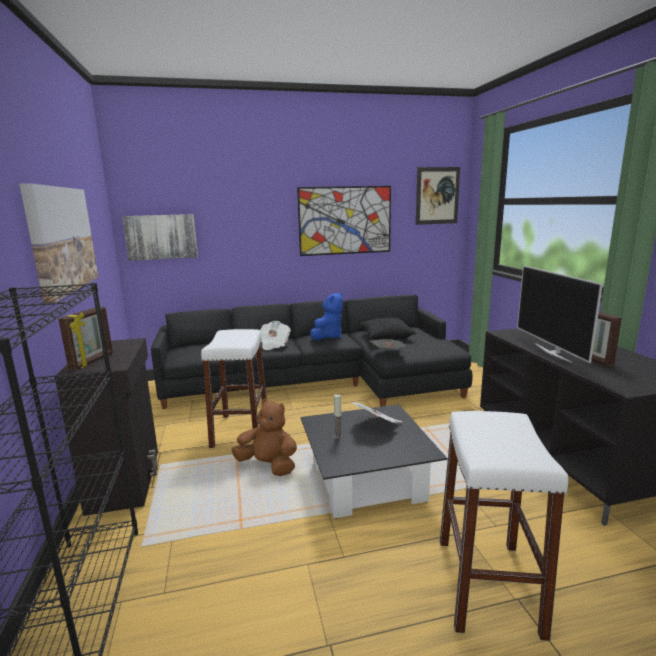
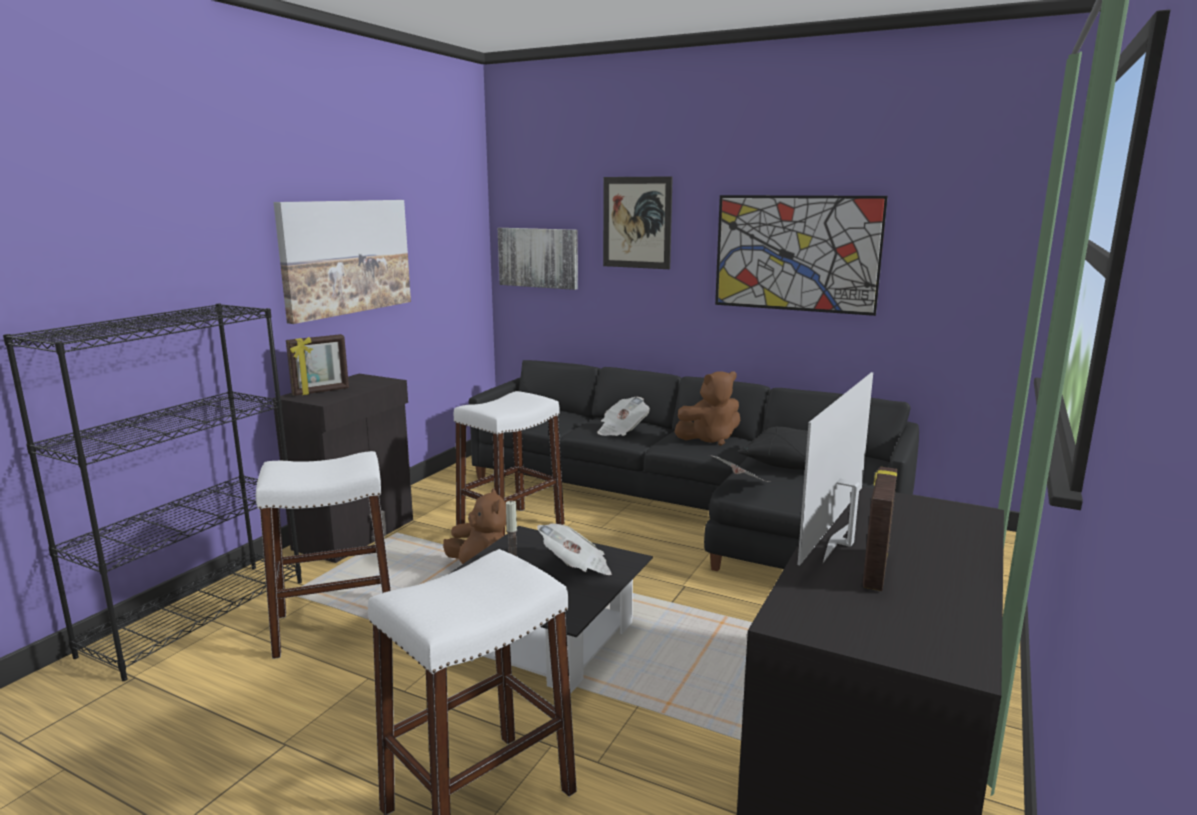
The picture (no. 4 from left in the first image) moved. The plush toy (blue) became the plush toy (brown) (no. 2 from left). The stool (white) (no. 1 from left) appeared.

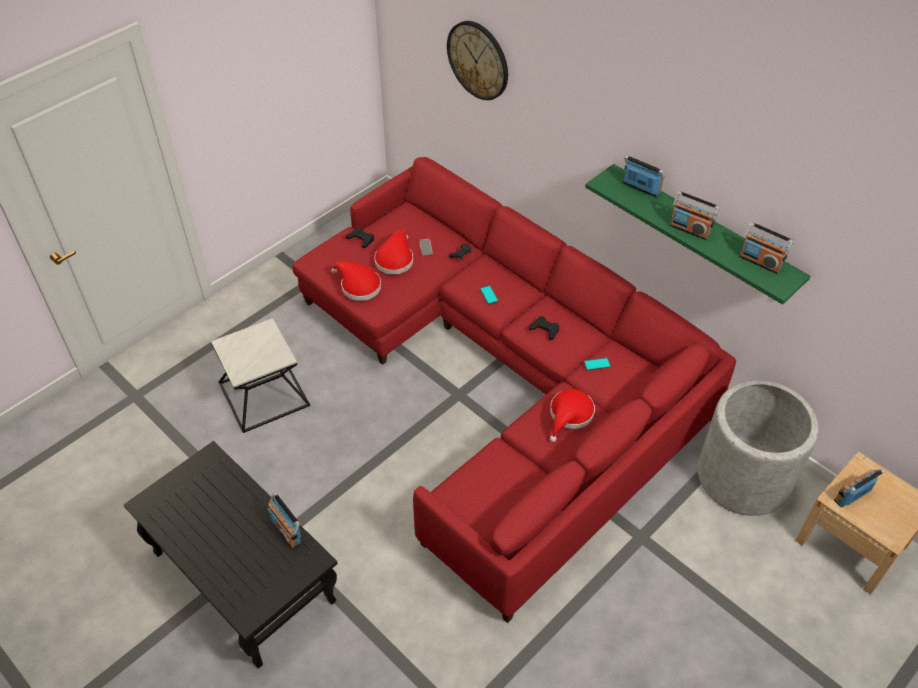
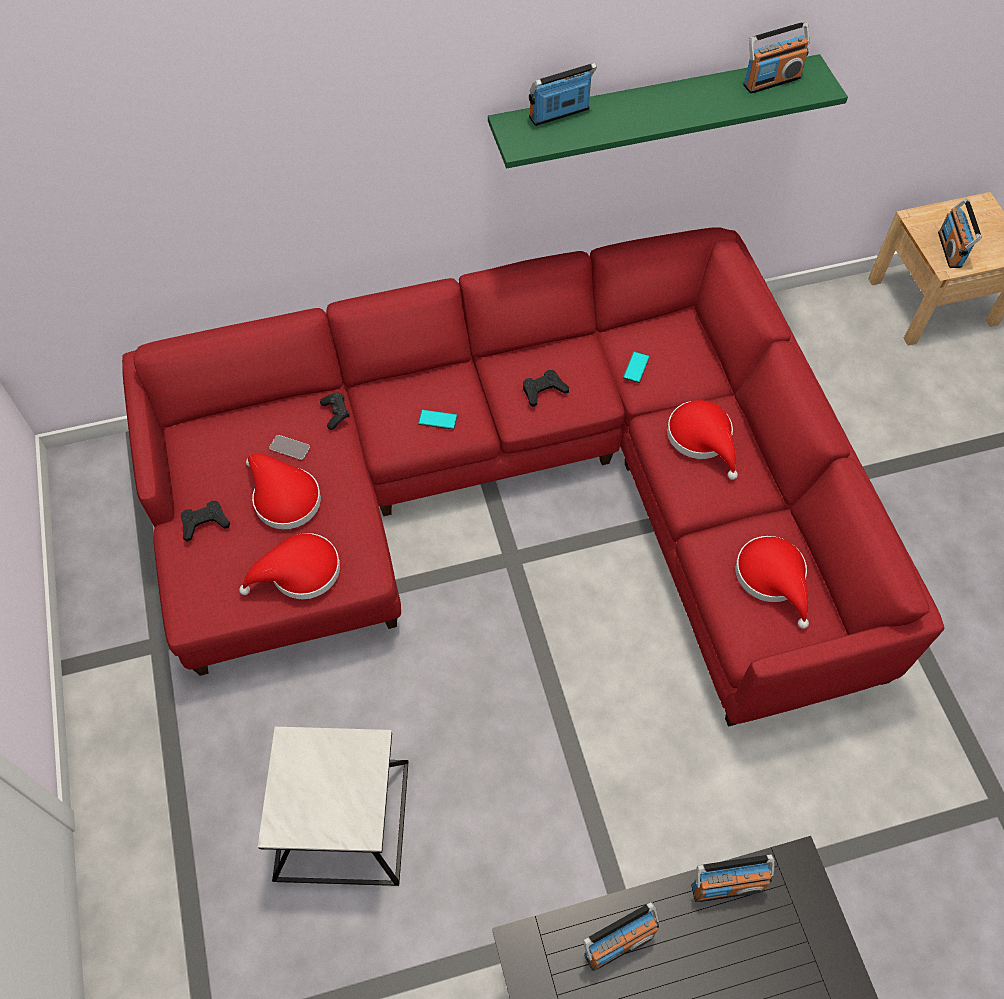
The wall clock disappeared. The radio (no. 3 from left in the first image) moved. The planter (grey) disappeared. The hat (red) (no. 4 from left) appeared.

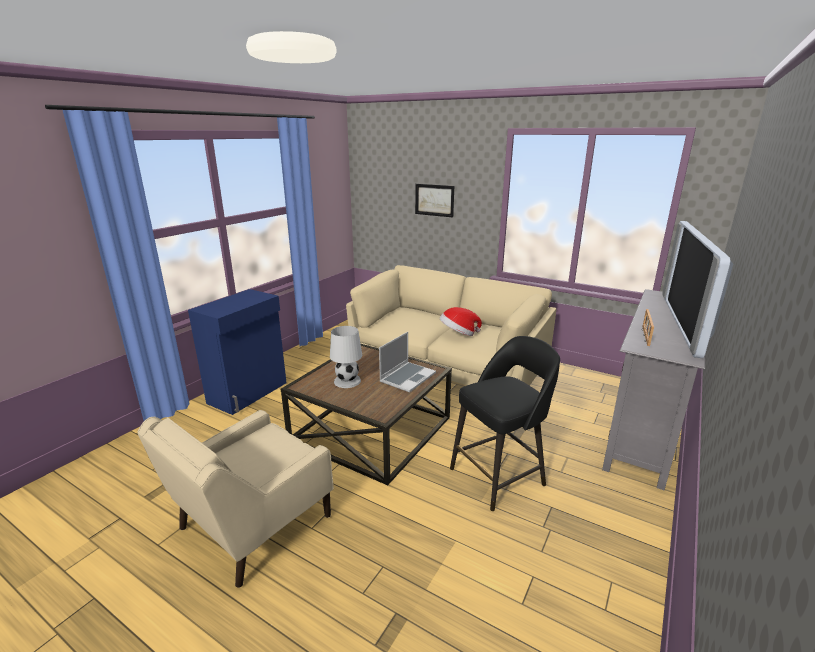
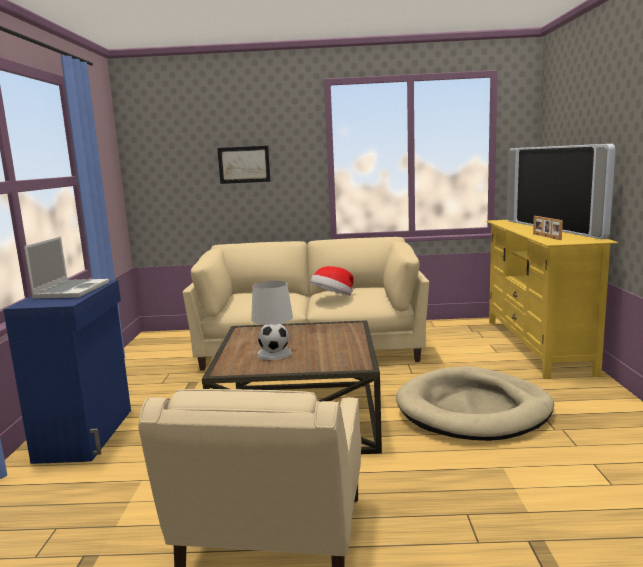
The tv stand (grey) became the tv stand (yellow). The laptop moved. The stool (black) was replaced by the dog bed (beige).

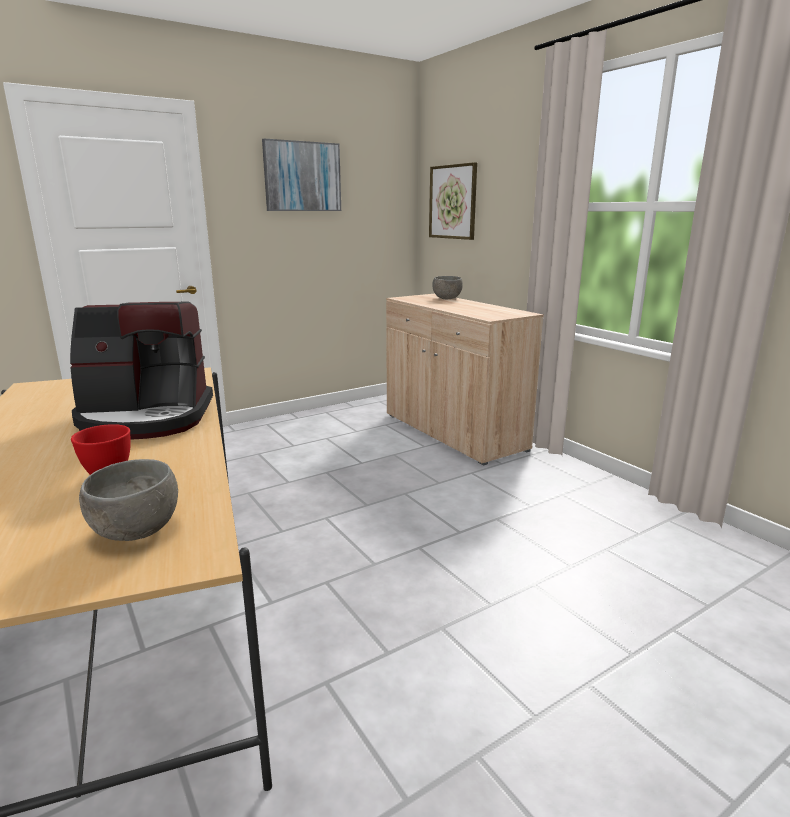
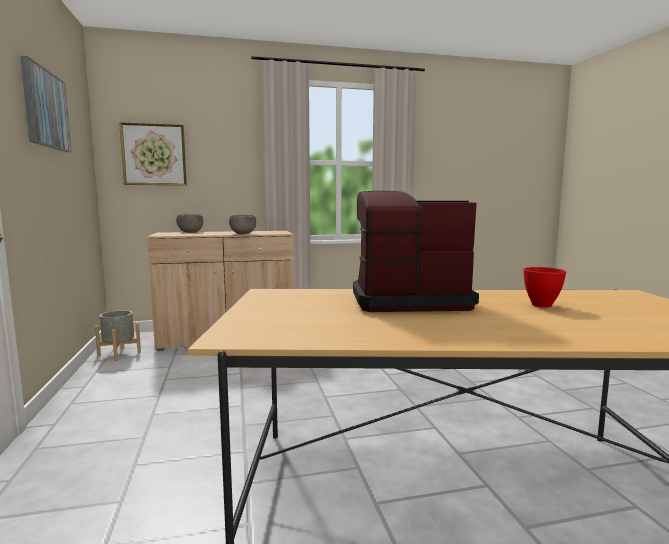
The coffee machine turned 105 degrees counterclockwise. The bowl (grey) (no. 1 from left in the first image) moved. The planter (grey) appeared.

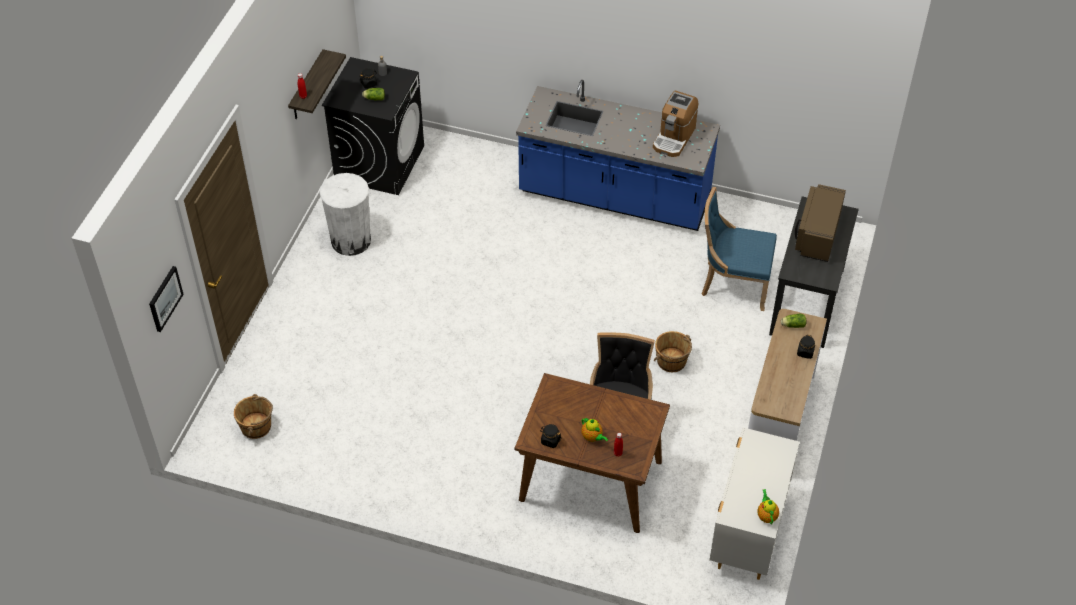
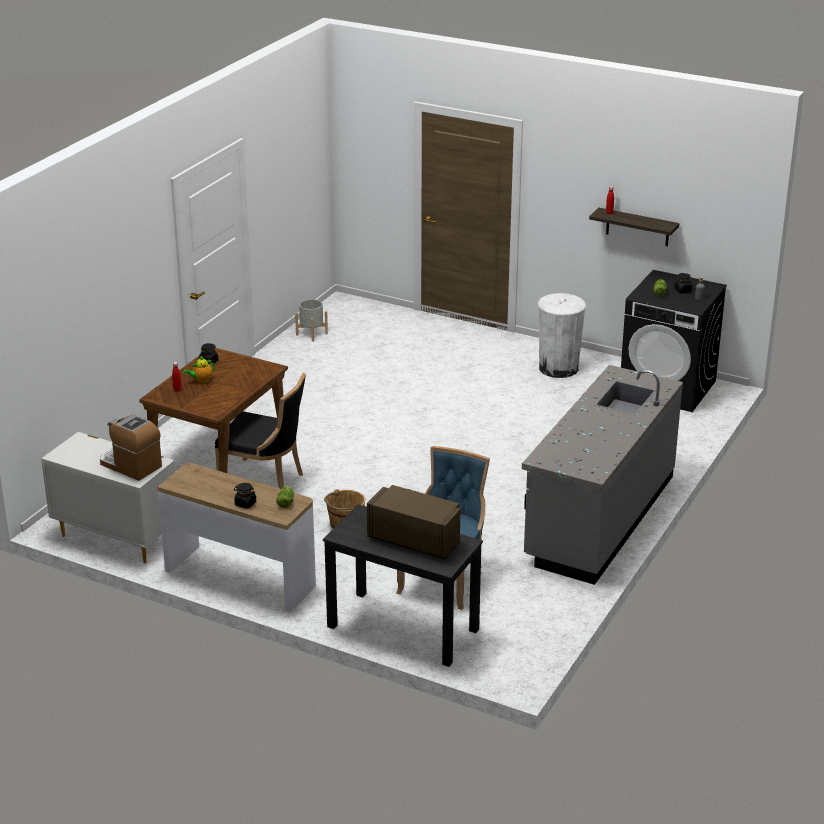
The counter (blue) became the counter (grey). The coffee machine moved. The picture disappeared. The bucket (brown) (no. 1 from left) disappeared. The teapot (no. 2 from left) disappeared. The planter (grey) appeared.

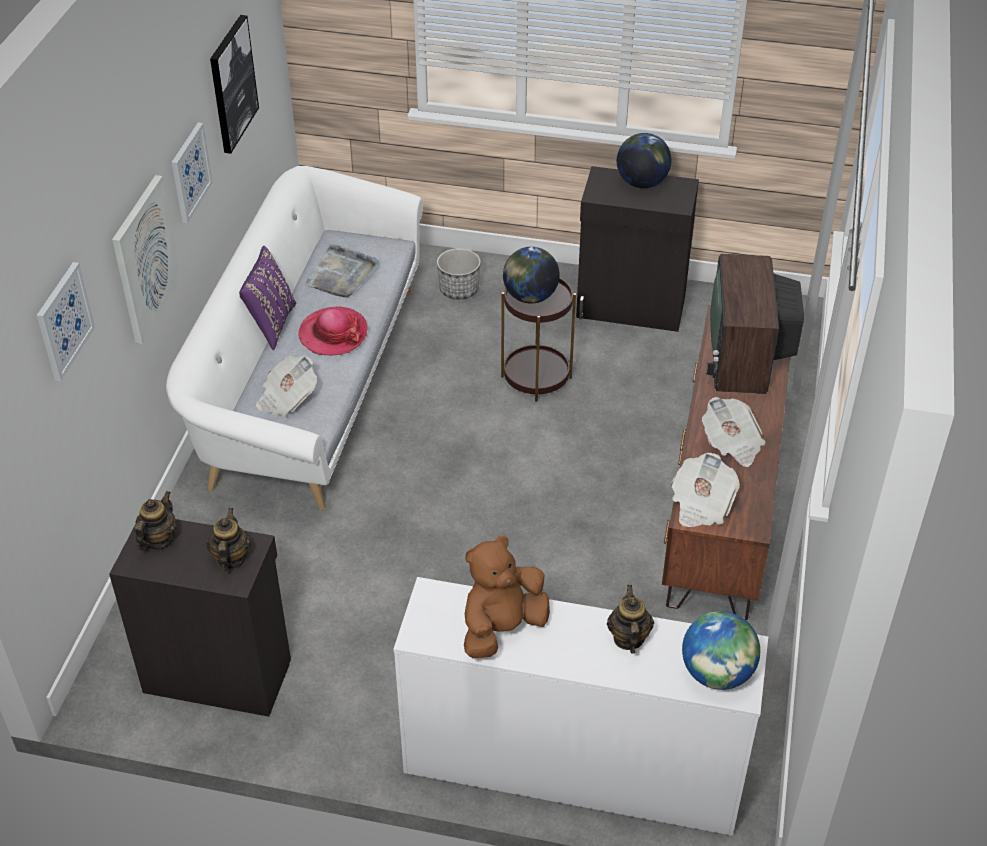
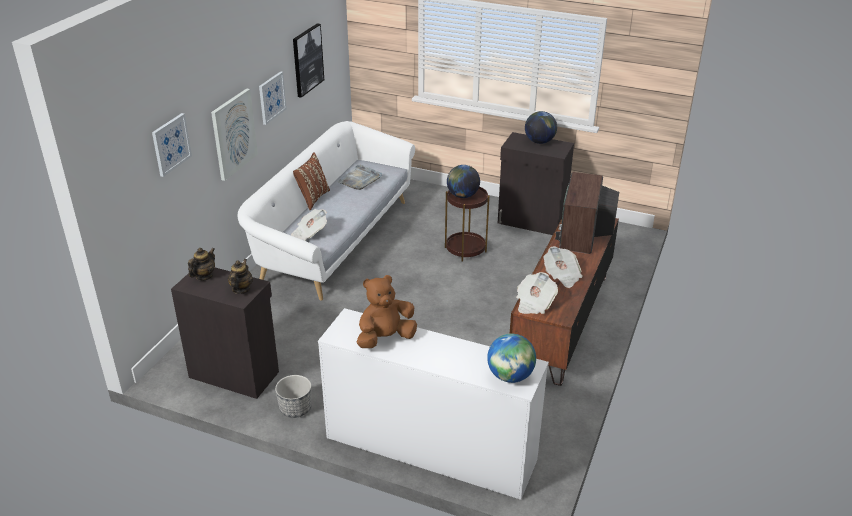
The pillow (purple) became the pillow (brown). The planter moved. The hat disappeared. The teapot (no. 3 from left) disappeared.

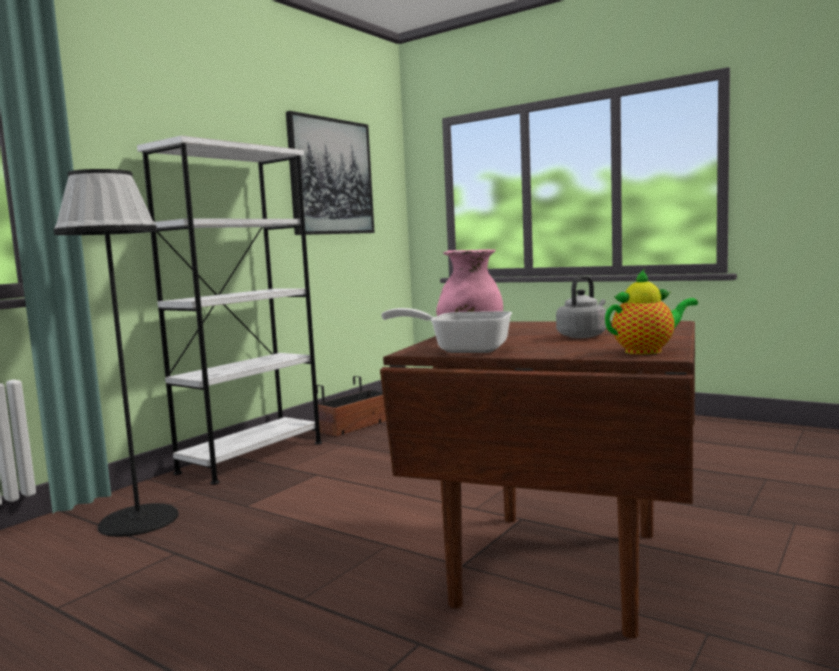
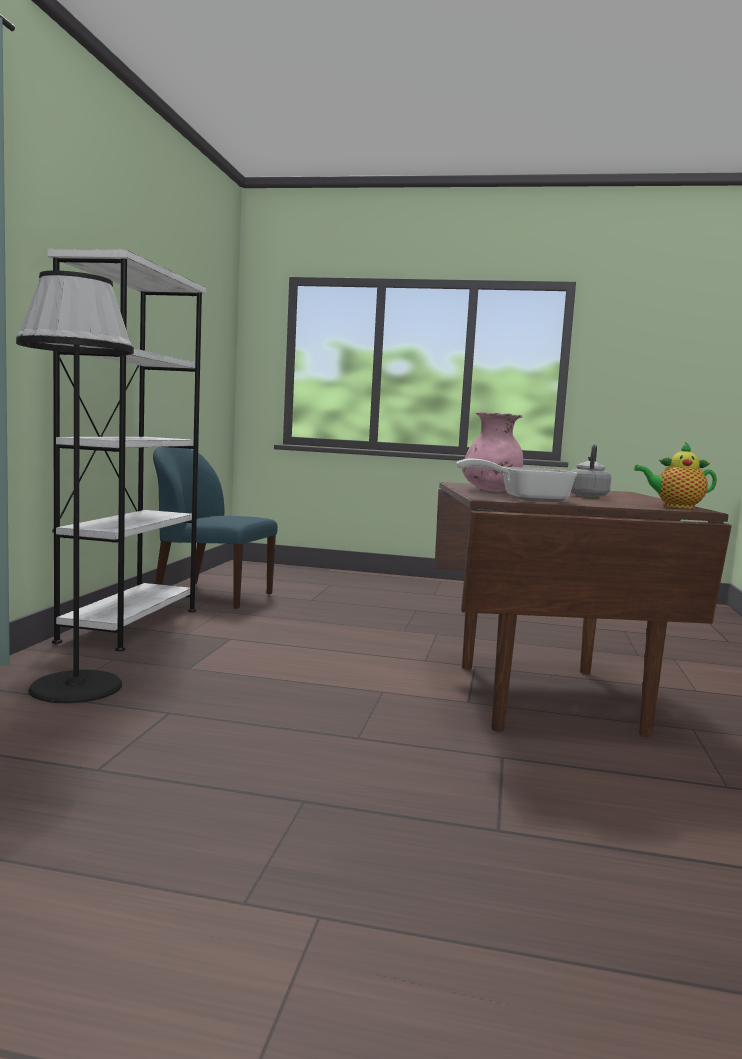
The picture disappeared. The teapot turned 135 degrees counterclockwise. The planter was replaced by the chair (blue).

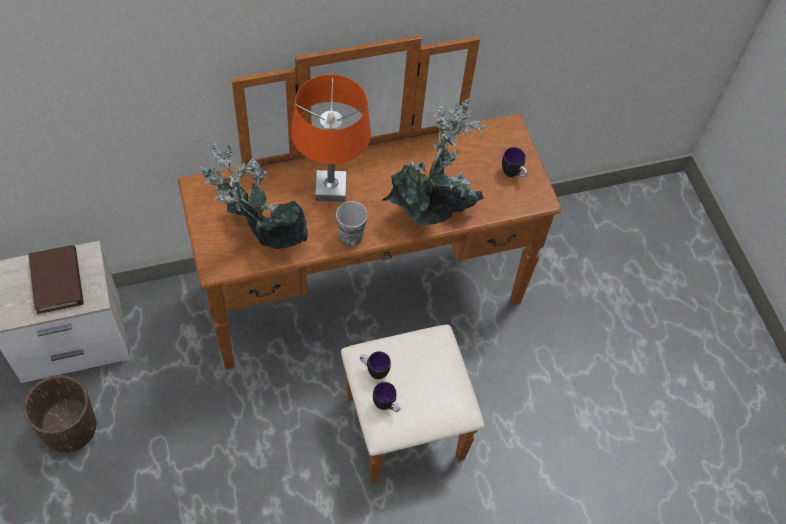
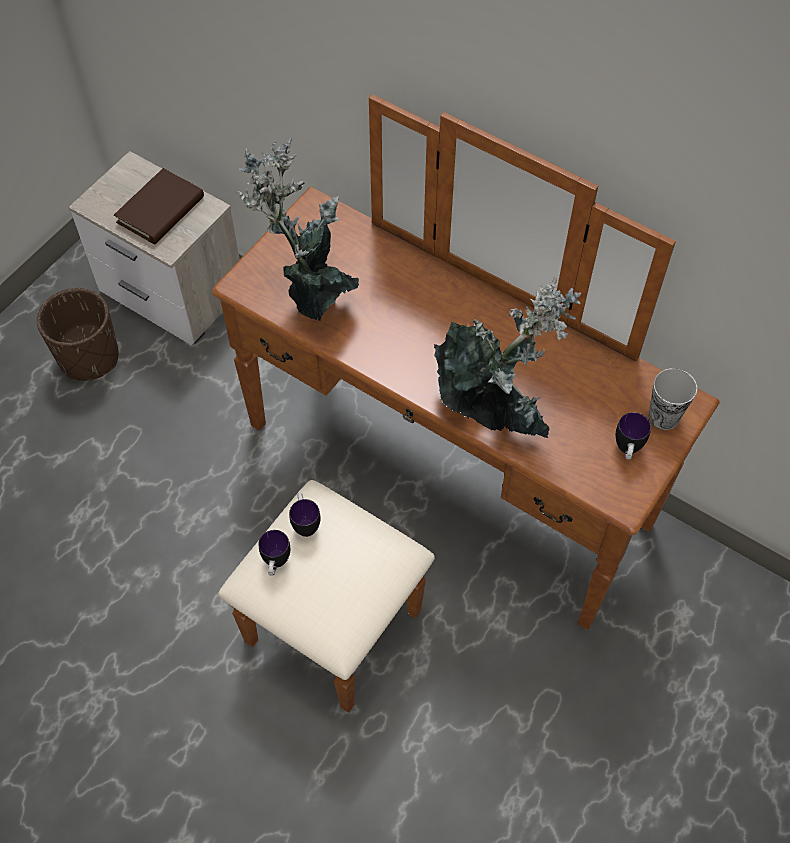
The table lamp (orange) disappeared. The cup moved.

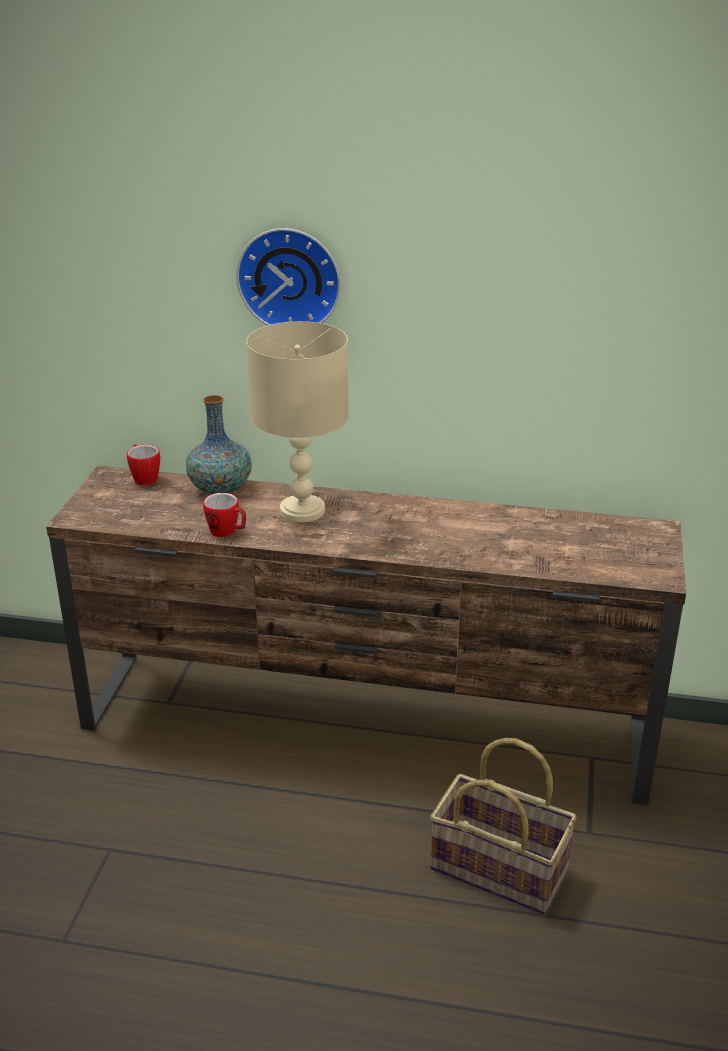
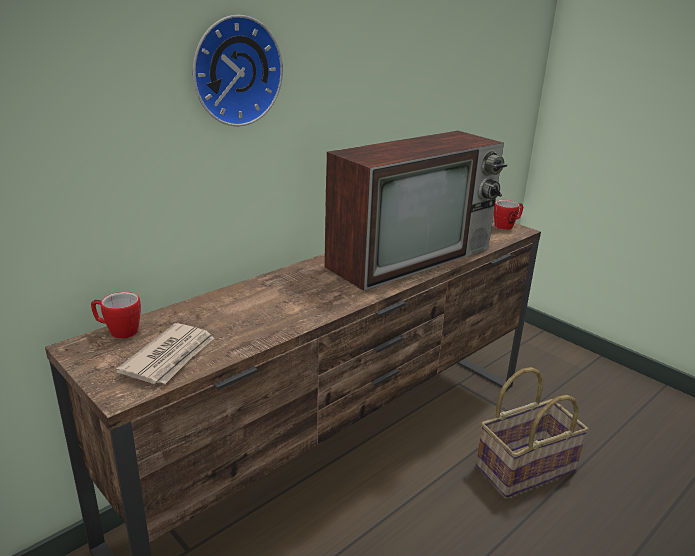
The table lamp (beige) disappeared. The vase disappeared. The mug (no. 2 from left) moved. The television appeared. The newspaper appeared.

